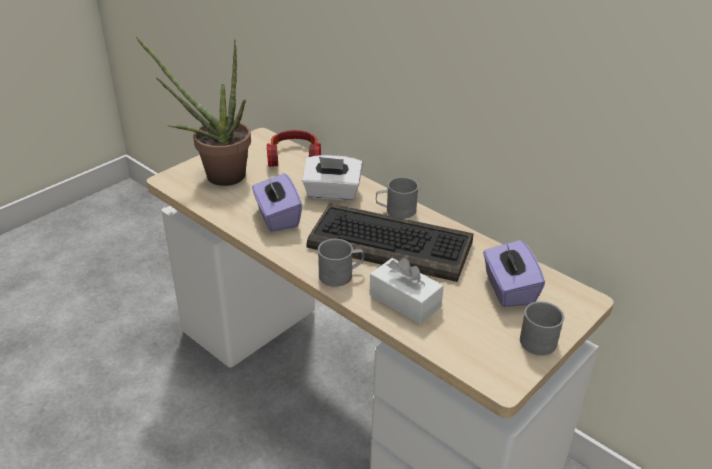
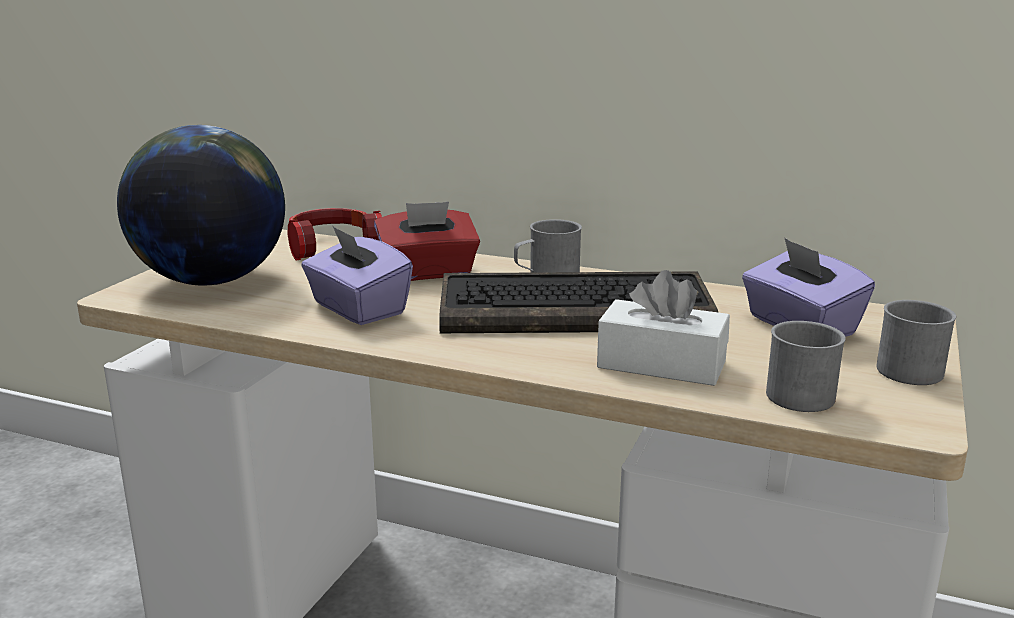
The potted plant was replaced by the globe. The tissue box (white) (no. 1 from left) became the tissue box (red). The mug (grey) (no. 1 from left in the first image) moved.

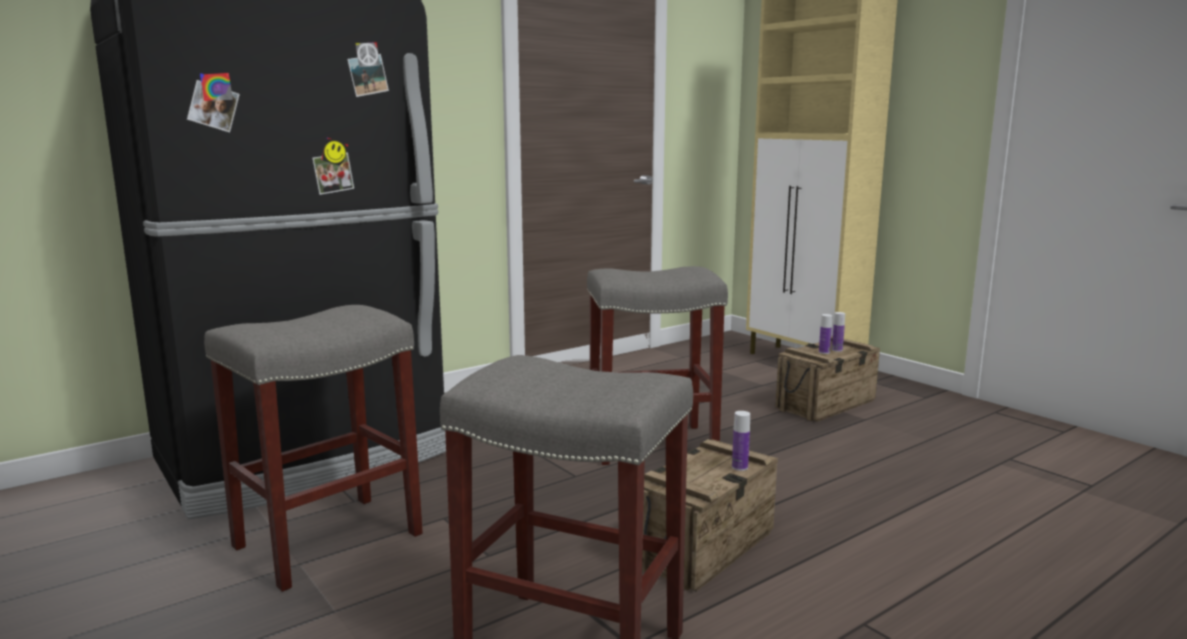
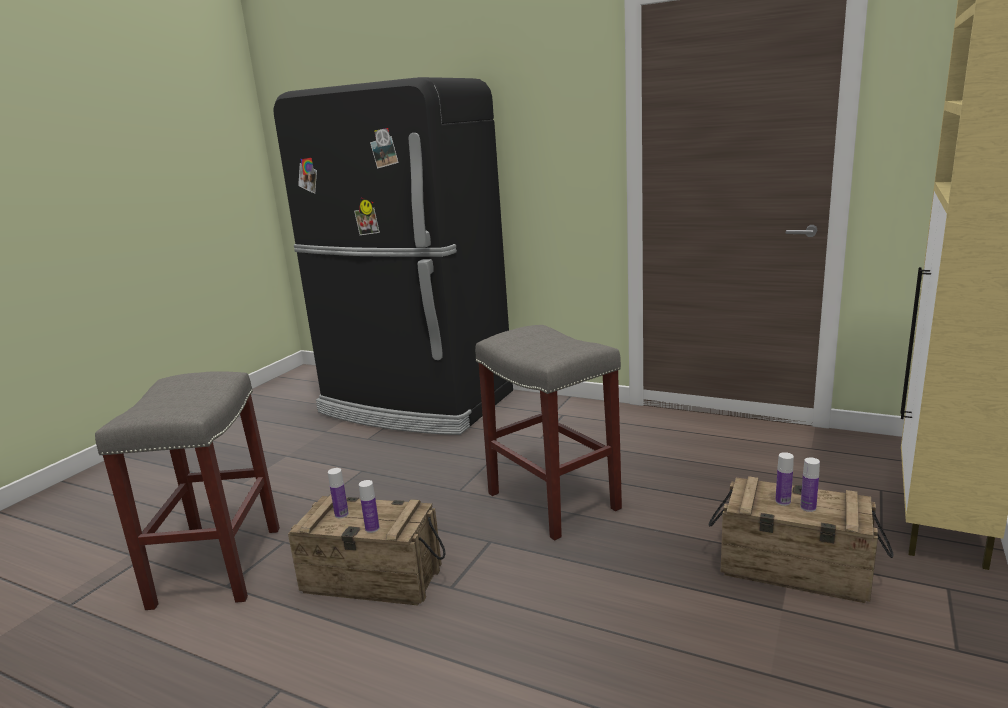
The stool (grey) (no. 1 from left) disappeared. The bottle (no. 1 from left) appeared.

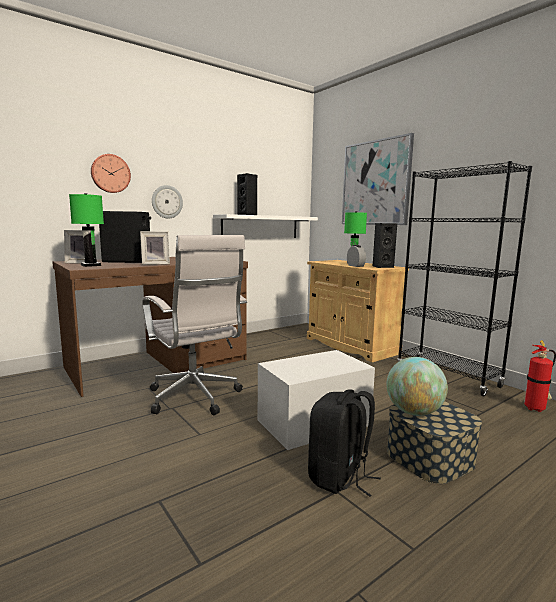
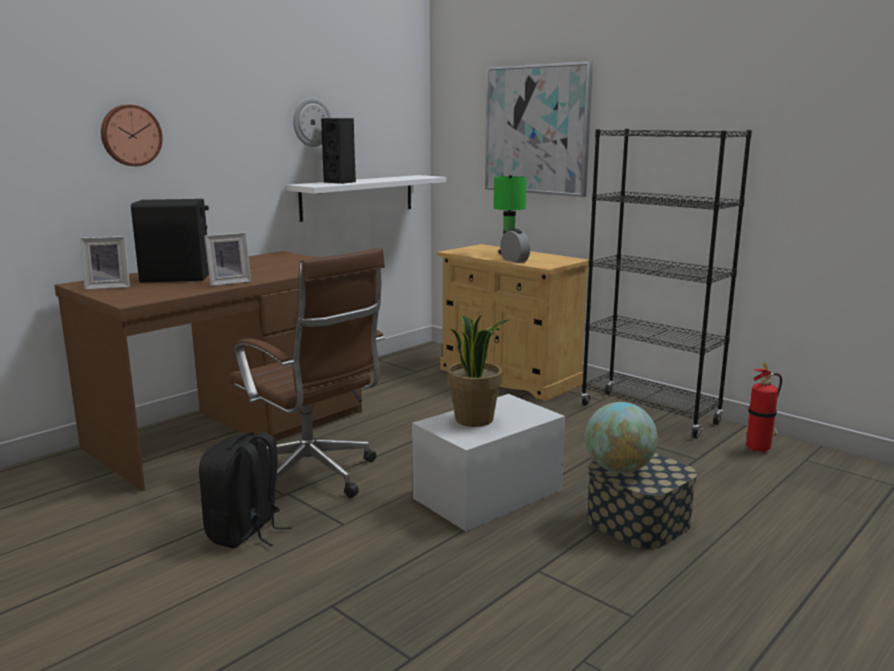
The wall clock (no. 2 from left) moved. The table lamp (green) (no. 1 from left) disappeared. The speaker (black) (no. 3 from left) disappeared. The office chair (white) became the office chair (brown). The backpack (black) moved. The potted plant appeared.

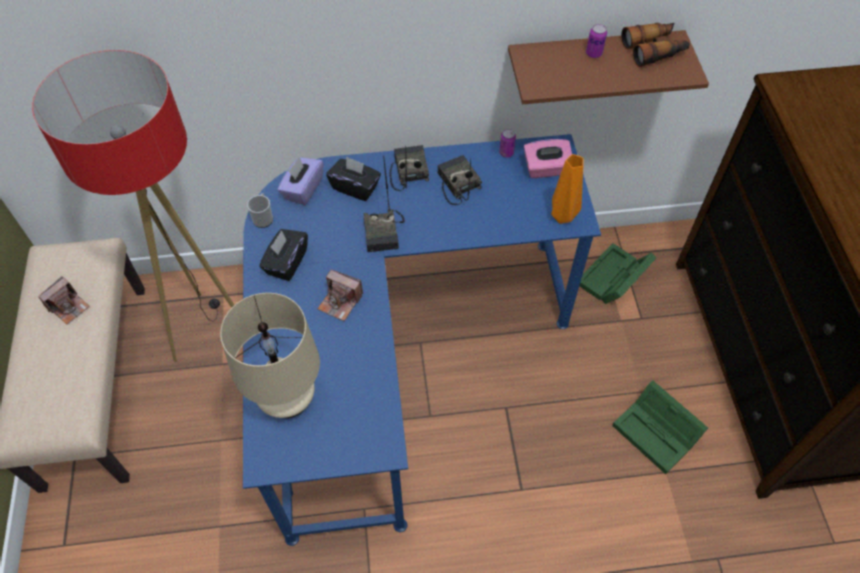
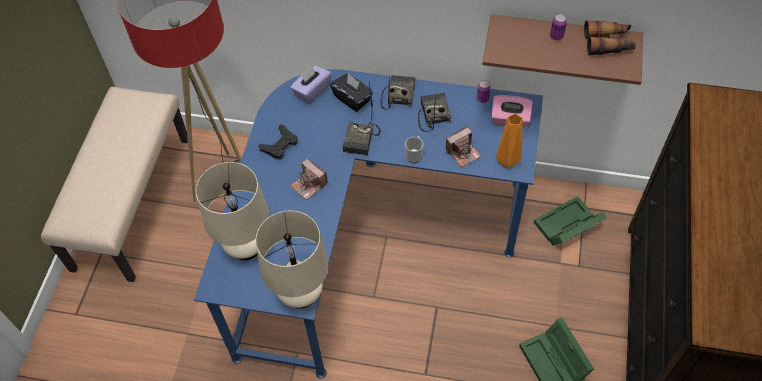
The mug moved. The tissue box (black) (no. 1 from left) was replaced by the game controller (black). The photo camera (no. 1 from left in the first image) moved. The table lamp (beige) (no. 2 from left) appeared.

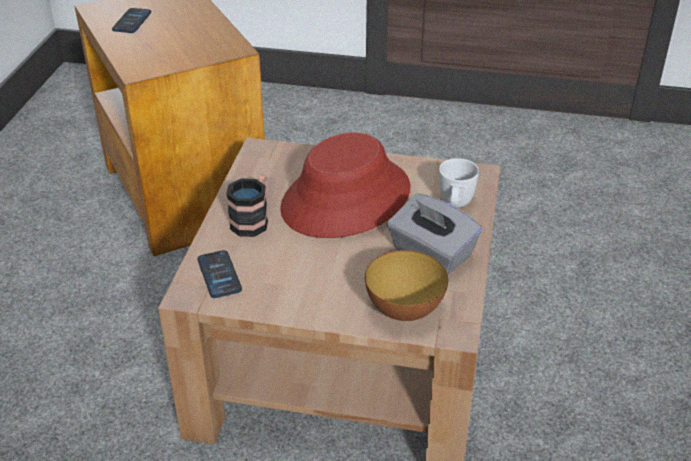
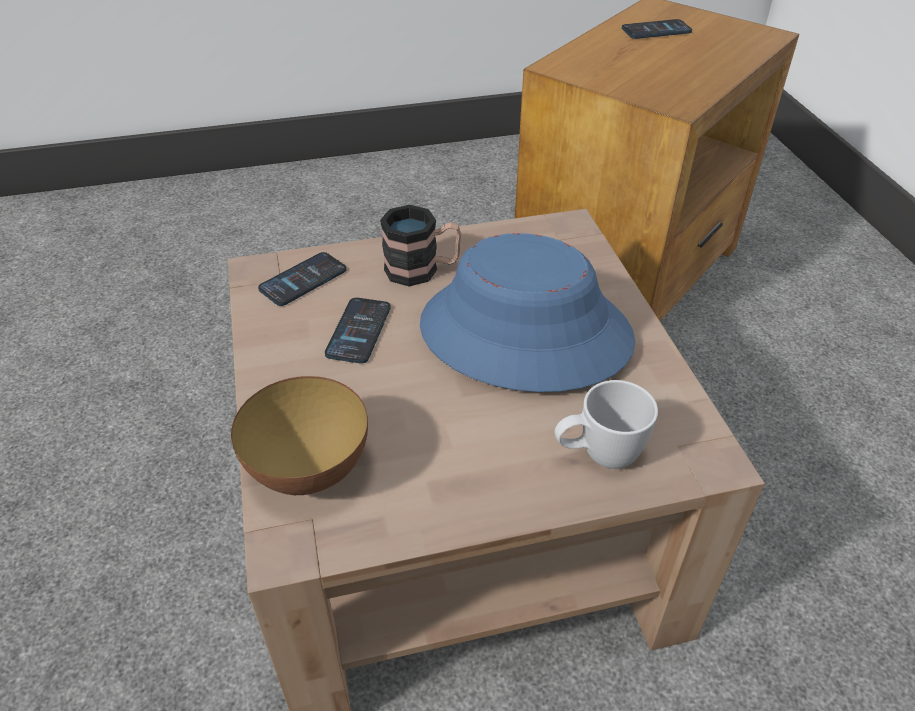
The hat (red) became the hat (blue). The tissue box (grey) disappeared. The phone (no. 2 from left) appeared.

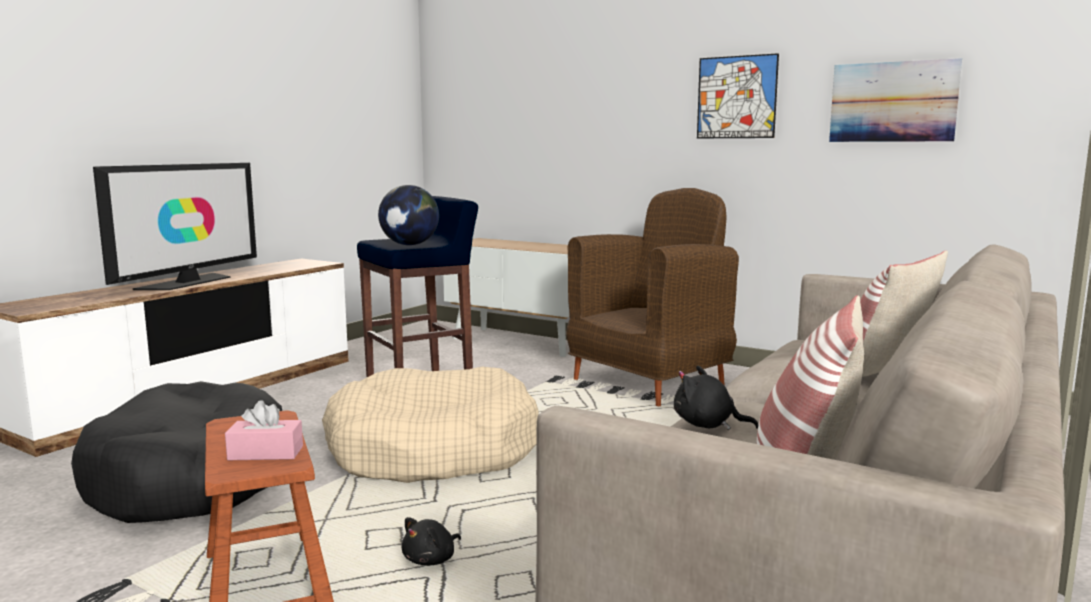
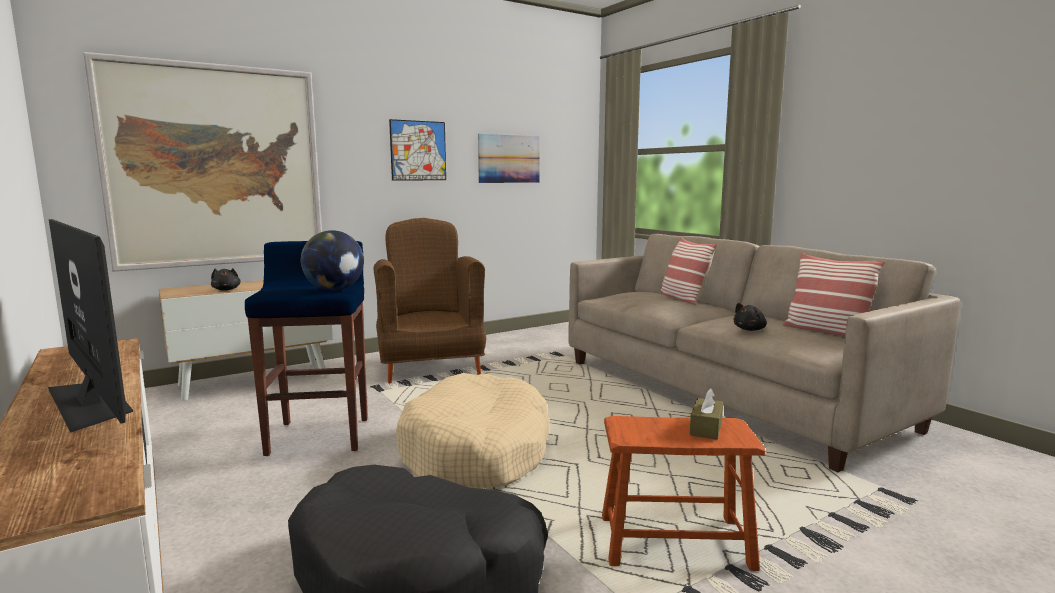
The tissue box (pink) became the tissue box (brown). The plush toy (black) (no. 1 from left) moved. The picture (no. 1 from left) appeared.

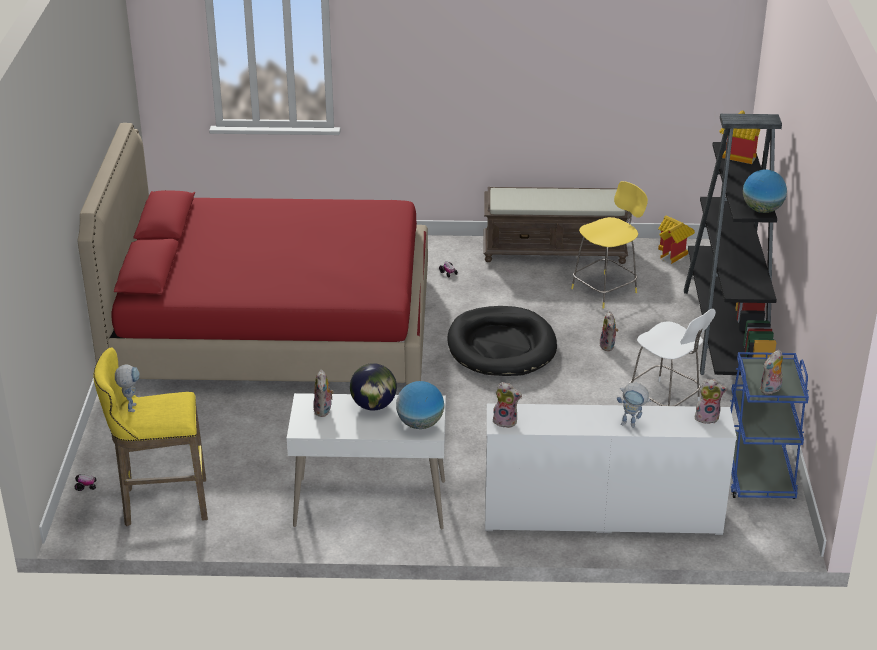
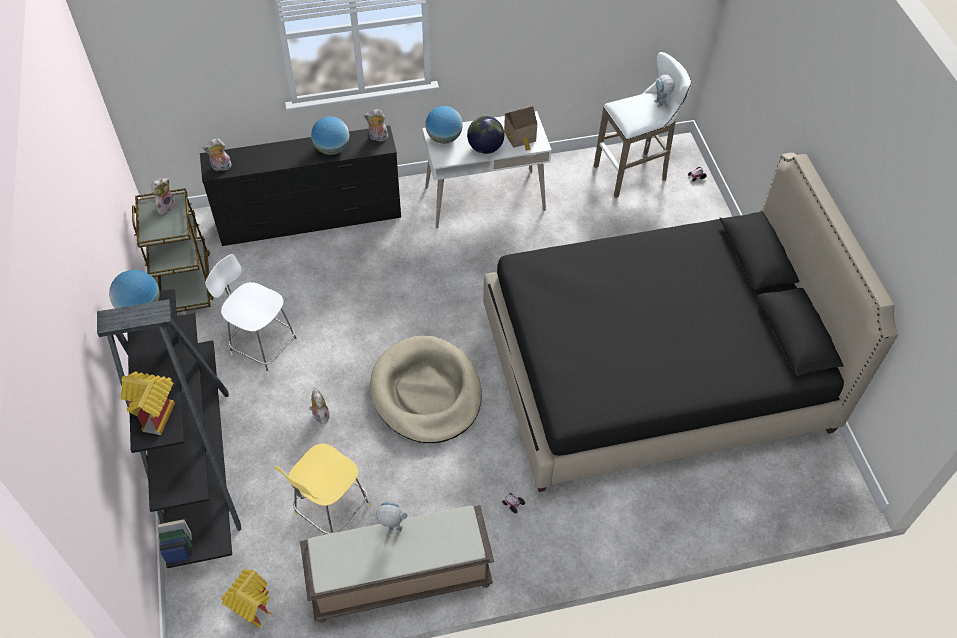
The bed (red) became the bed (black). The dog bed (black) became the dog bed (beige). The stool (yellow) (no. 1 from left) became the stool (white) (no. 2 from left). The cart (blue) became the cart (brown). The plush toy (no. 1 from left) was replaced by the toy house (no. 3 from left). The toy robot (no. 2 from left in the first image) moved. The dresser (white) became the dresser (black). The globe (no. 2 from left) appeared.

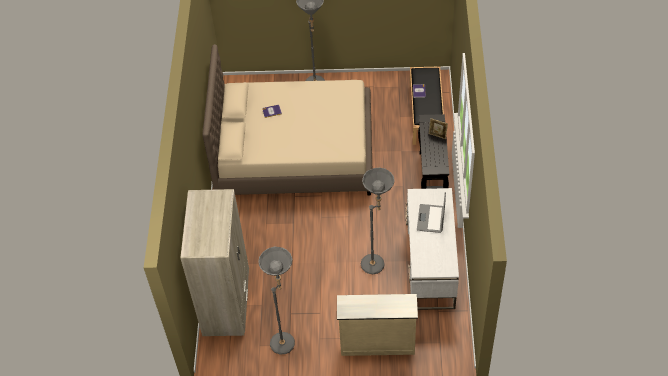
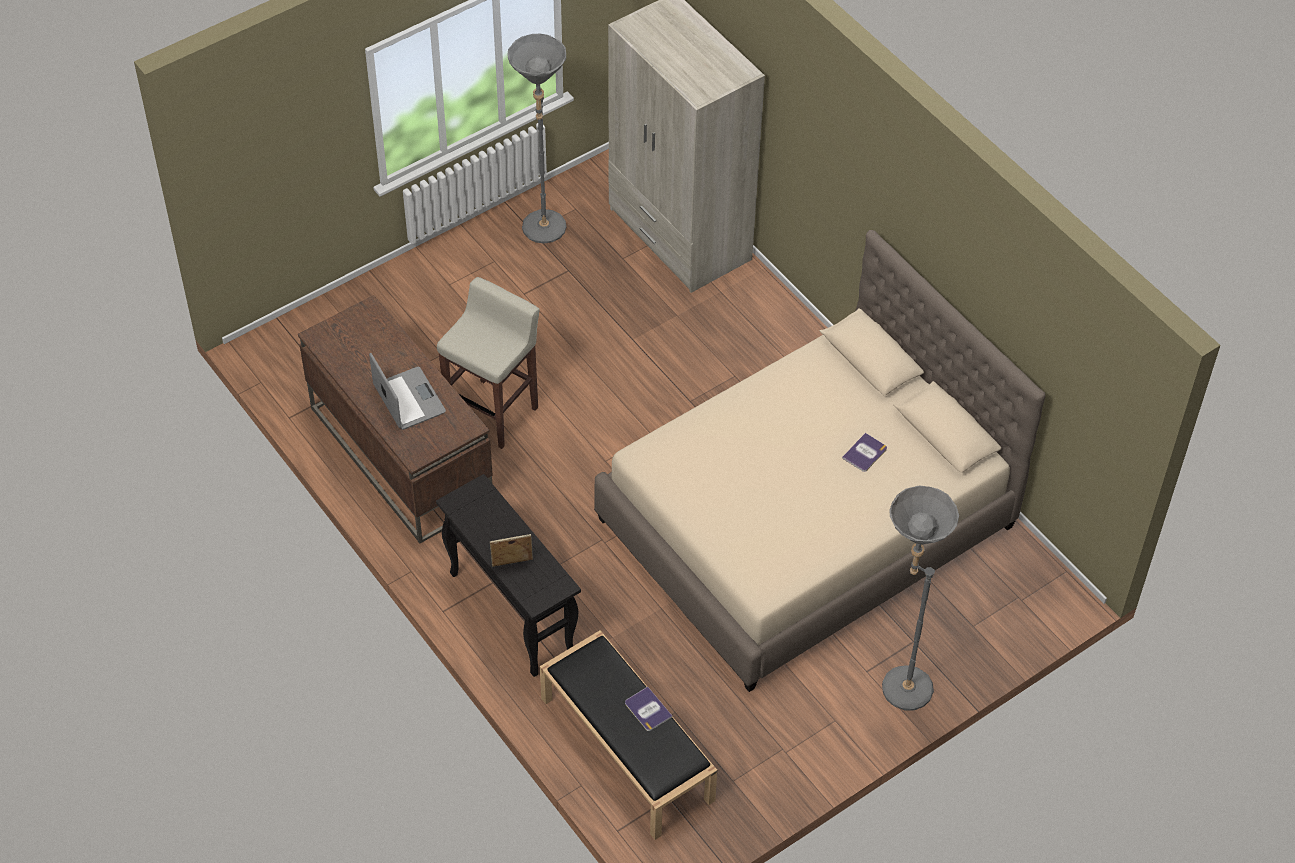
The floor lamp (grey) (no. 3 from left) was replaced by the stool (beige). The desk (white) became the desk (brown). The dresser (beige) disappeared.

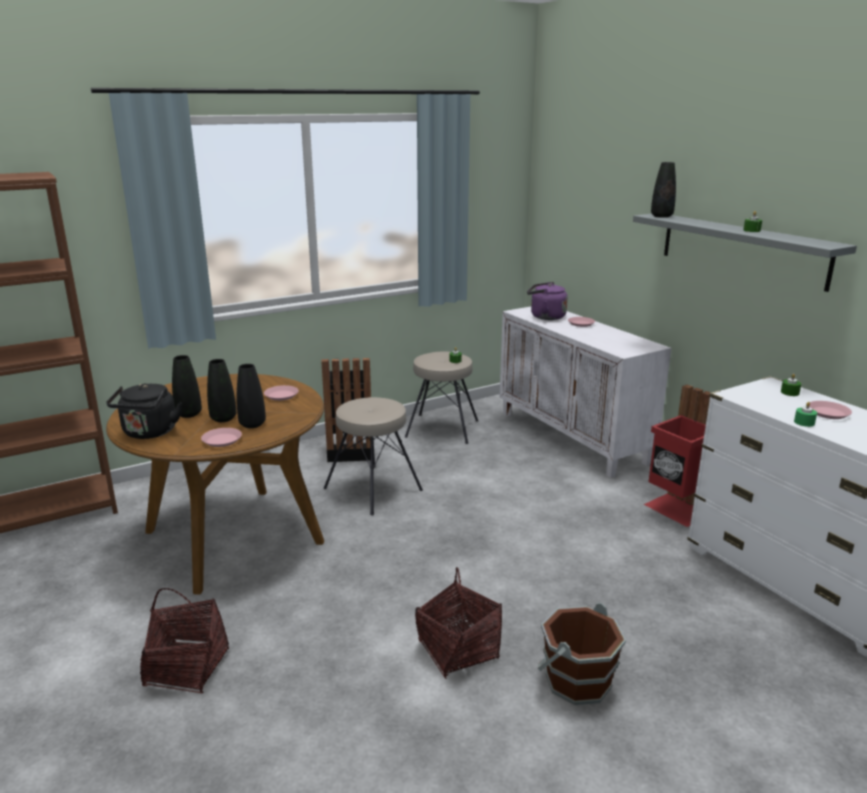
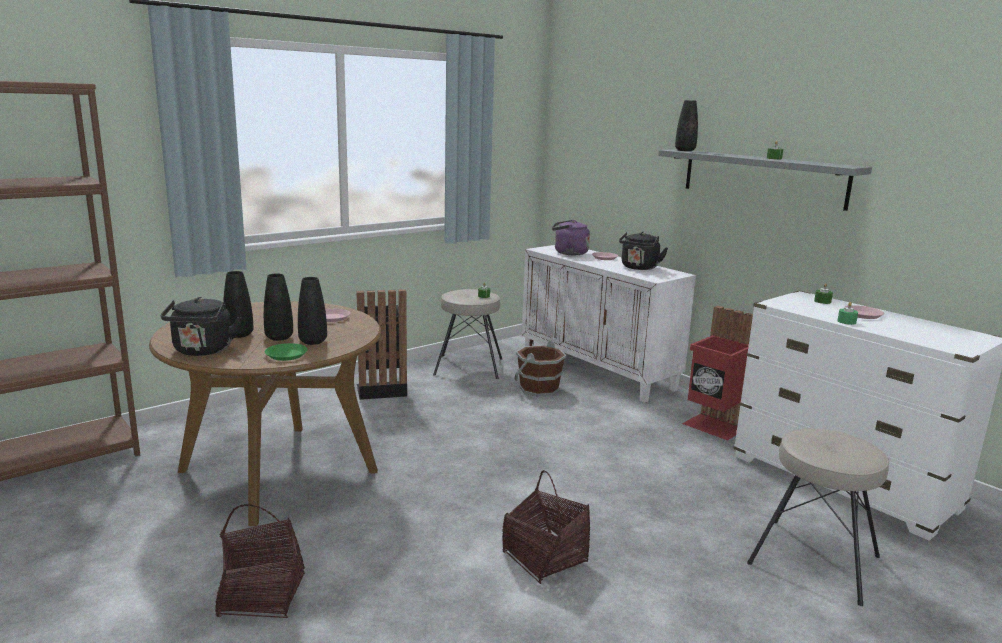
The stool (beige) (no. 1 from left in the first image) moved. The plate (pink) (no. 1 from left) became the plate (green). The bucket (brown) moved. The kettle (black) (no. 2 from left) appeared.

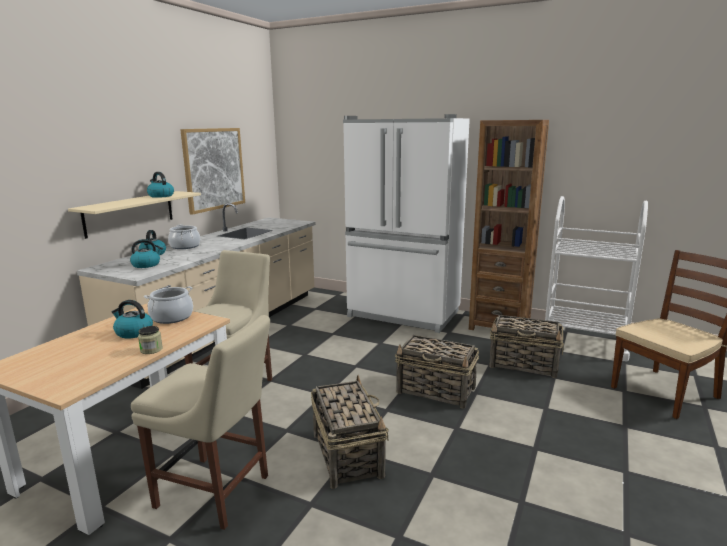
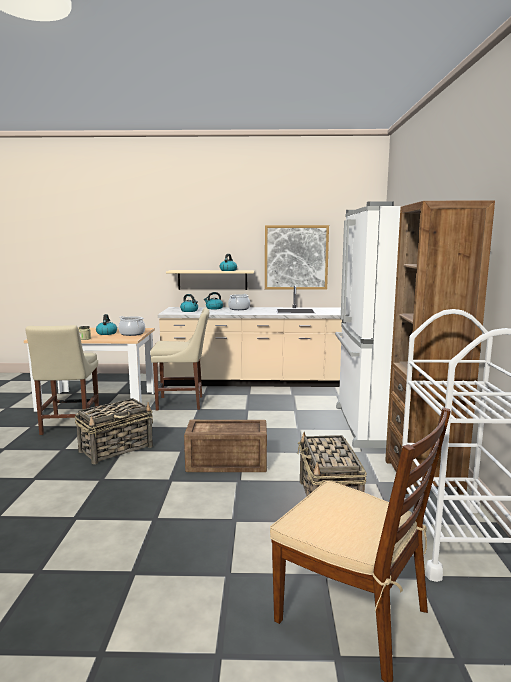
The basket (no. 2 from left) was replaced by the crate.

